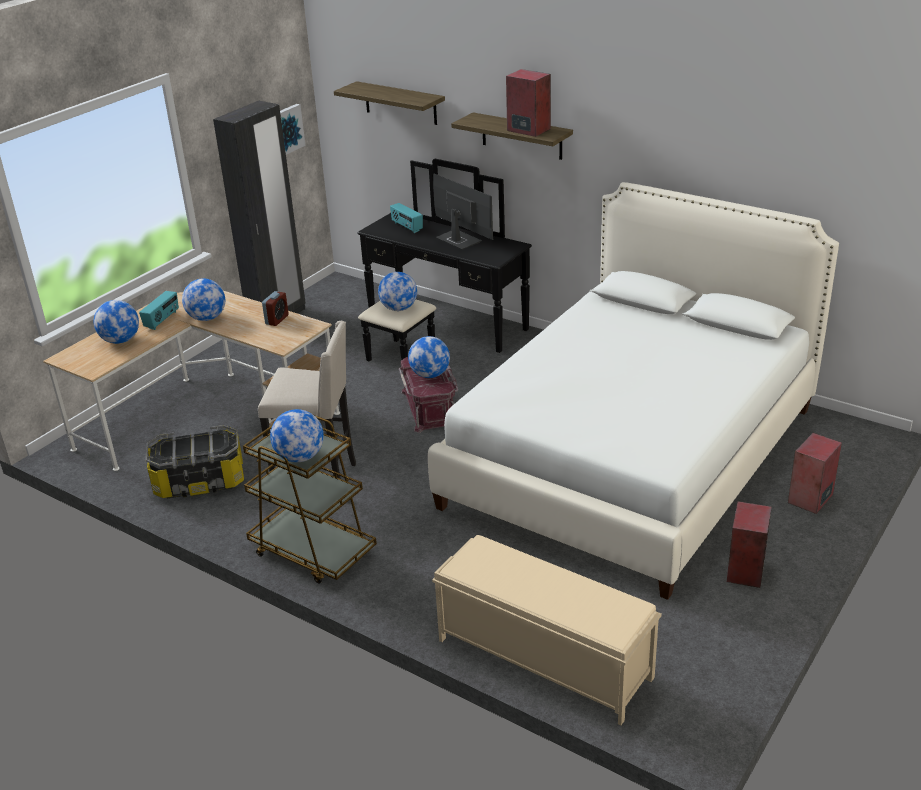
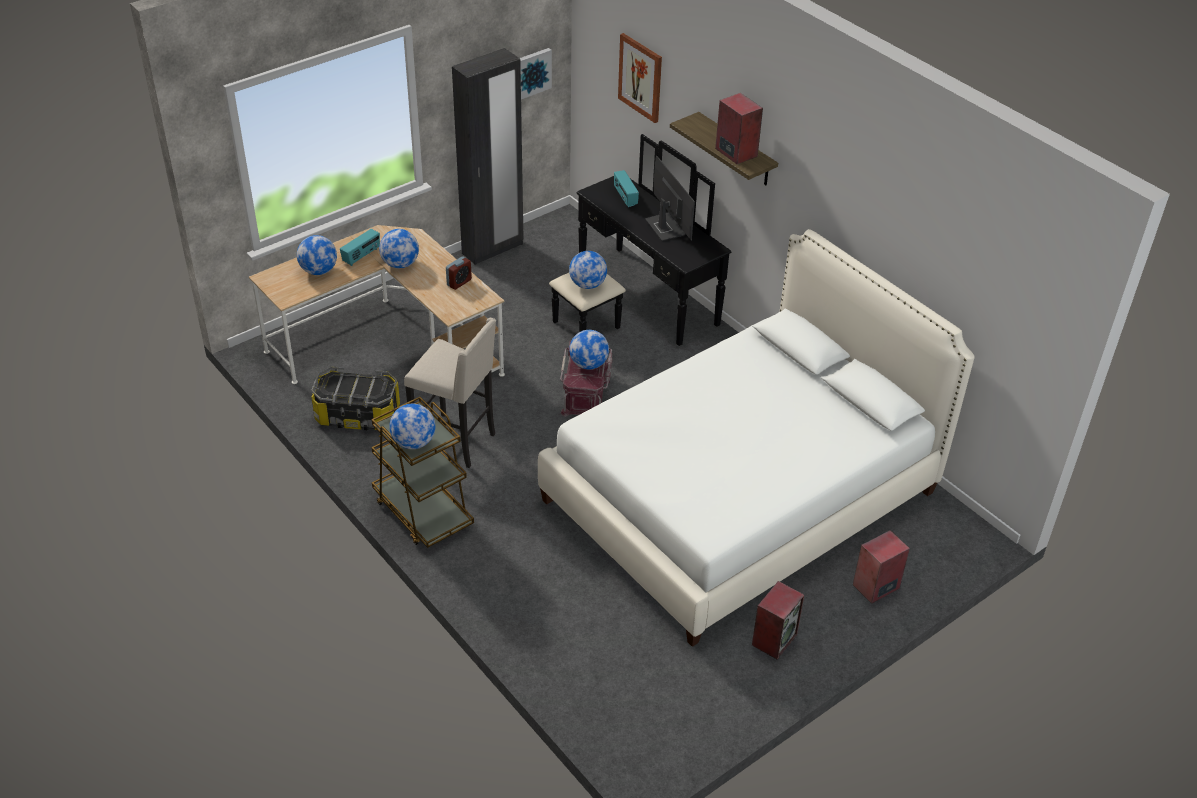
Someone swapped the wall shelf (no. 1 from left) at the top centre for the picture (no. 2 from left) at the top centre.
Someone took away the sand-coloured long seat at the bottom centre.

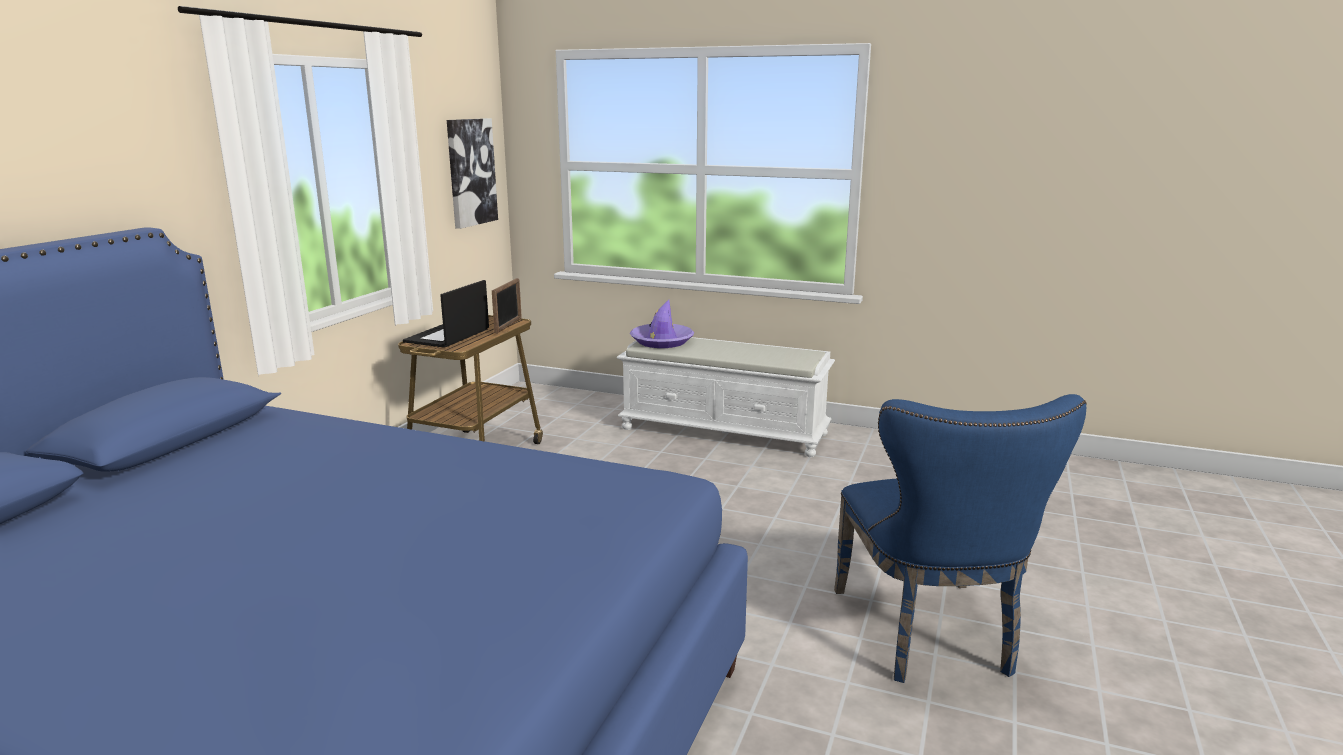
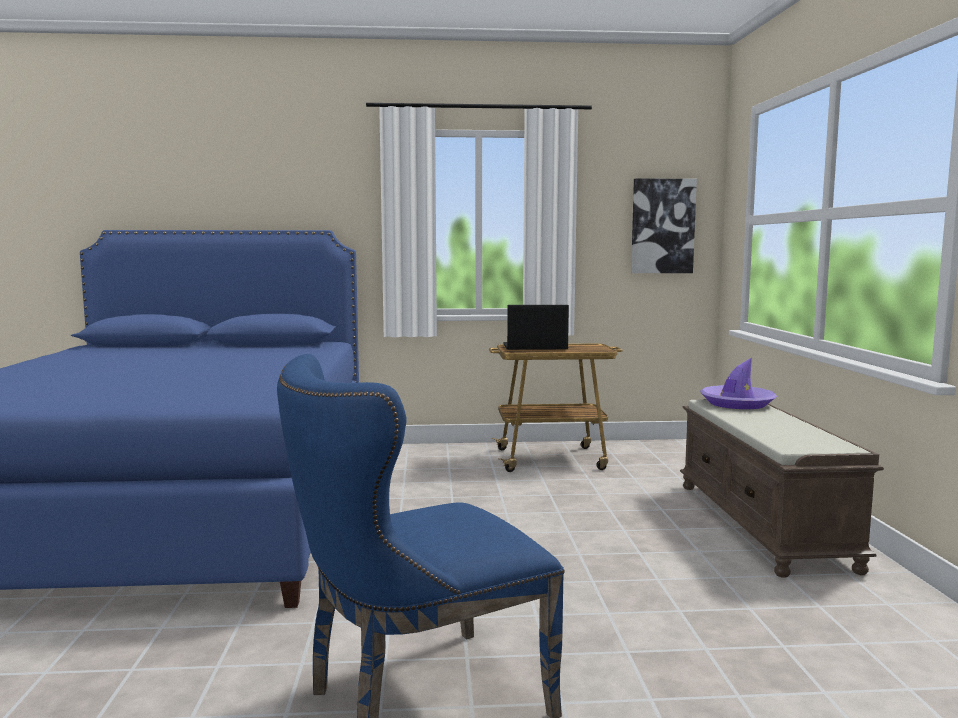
Someone repainted the whitish long seat at the centre, which became the brown-coloured long seat at the bottom right.
Someone took away the standing frame at the centre.

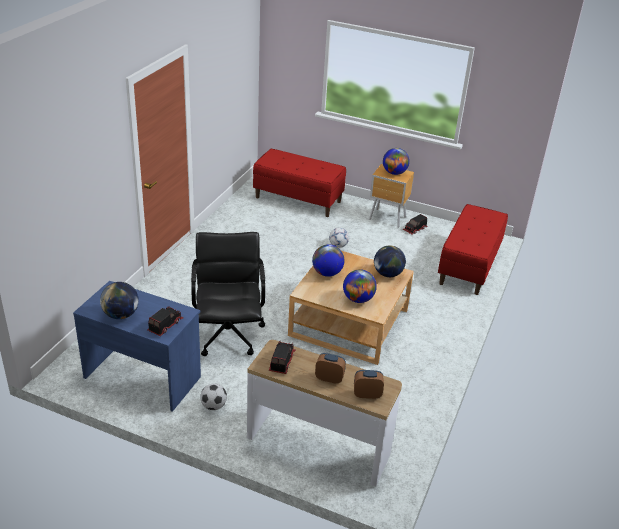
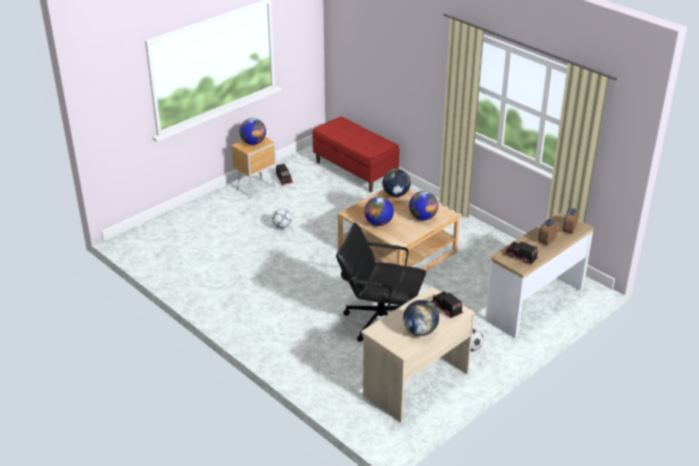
Someone repainted the blue-coloured desk unit at the middle left, which became the sand-coloured desk unit at the bottom centre.
Someone took away the reddish long seat (no. 1 from left) at the centre.

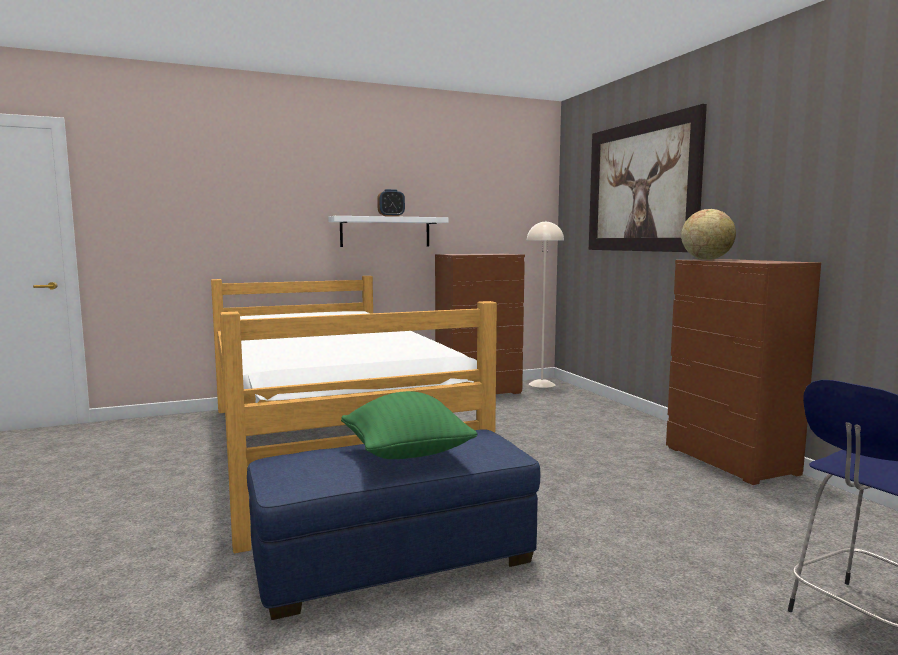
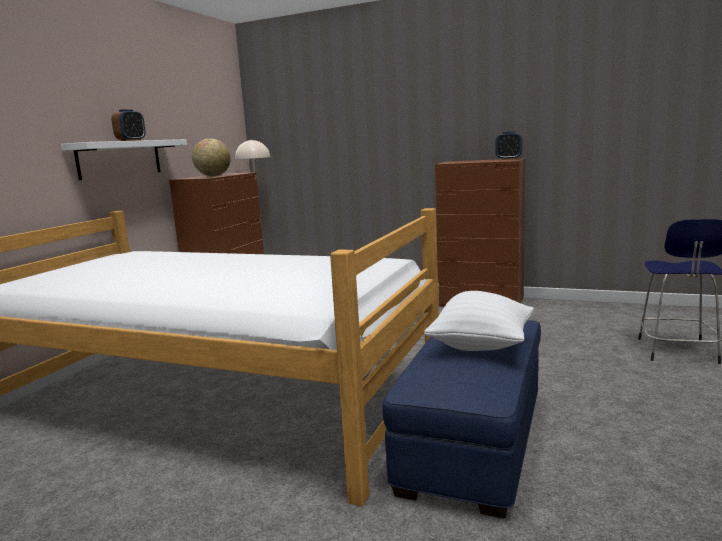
Someone carried the world globe from the middle right to the top left.
Someone repainted the green-coloured cushion at the centre, which became the whitish cushion at the centre.
Someone put down the table clock (no. 2 from left) at the top right.
Someone took away the picture at the top right.

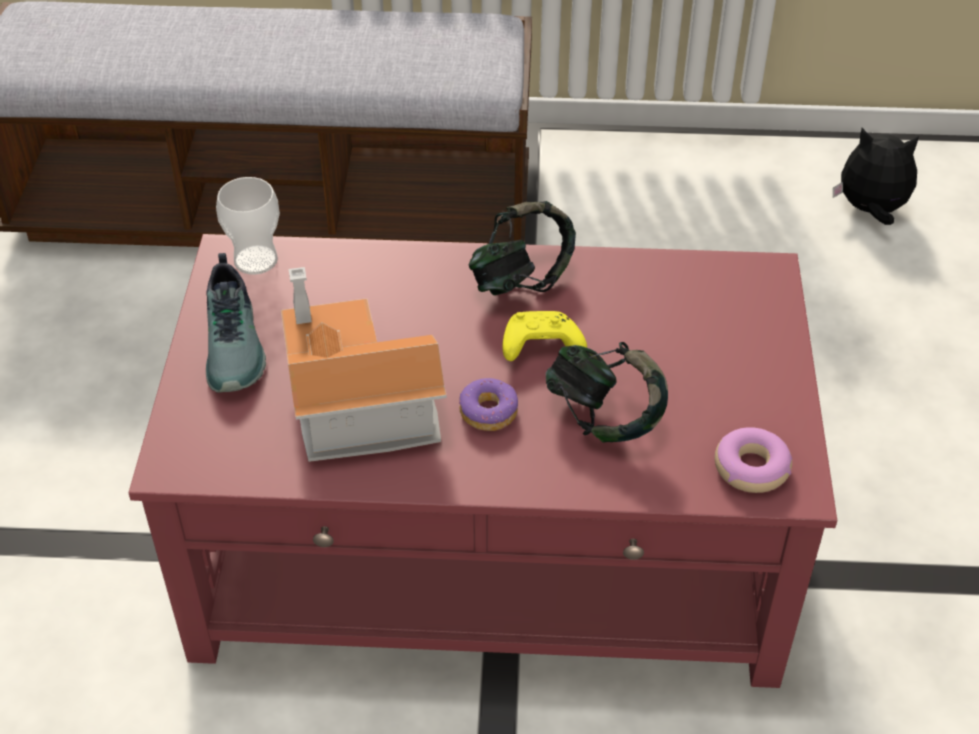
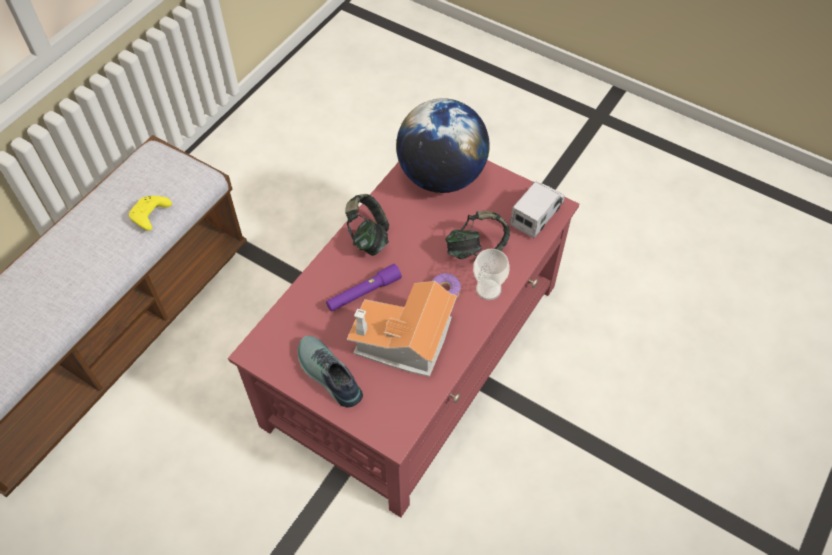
Someone carried the yellowish joypad from the centre to the middle left.
Someone rotated the item of footwear at the middle left by 150 degrees counterclockwise.
Someone put down the purplish hand torch at the centre.
Someone put down the world globe at the top centre.
Someone carried the drinking cup from the top left to the centre.
Someone swapped the donut (no. 2 from left) at the middle right for the toy lorry at the centre.
Someone took away the plush toy at the top right.

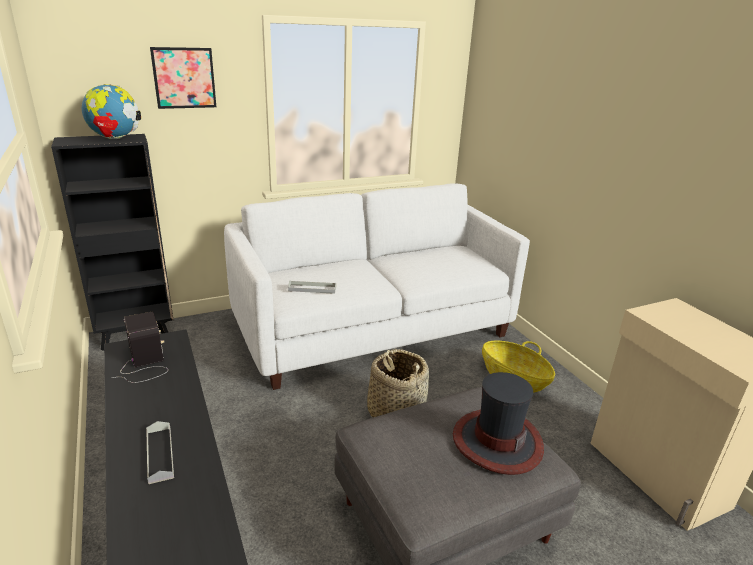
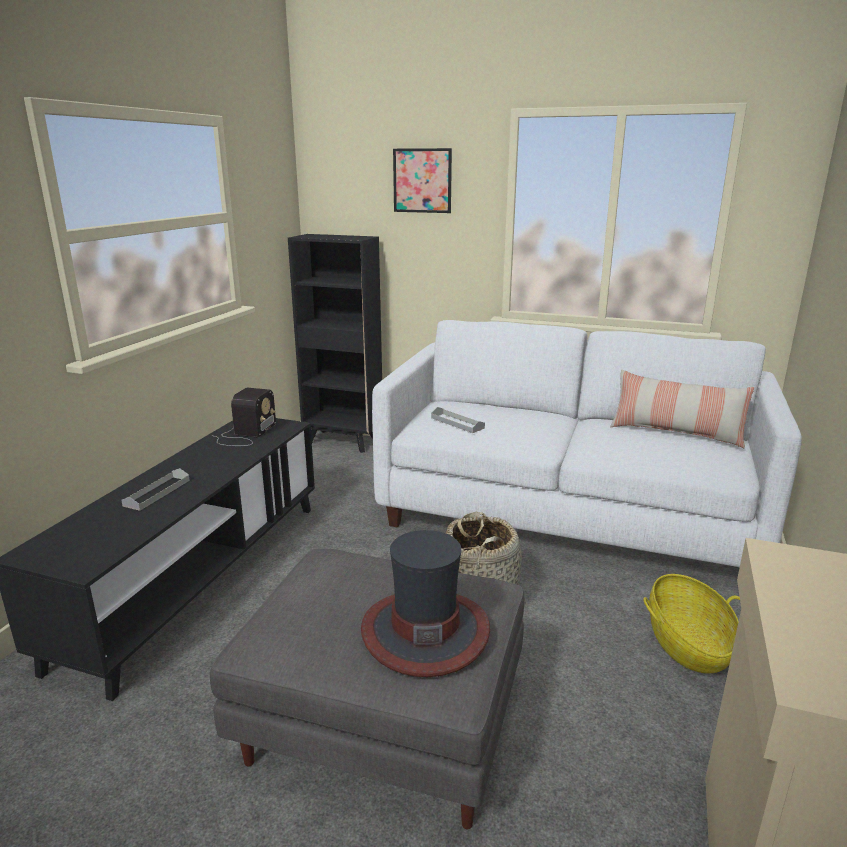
Someone put down the cushion at the middle right.
Someone took away the world globe at the top left.

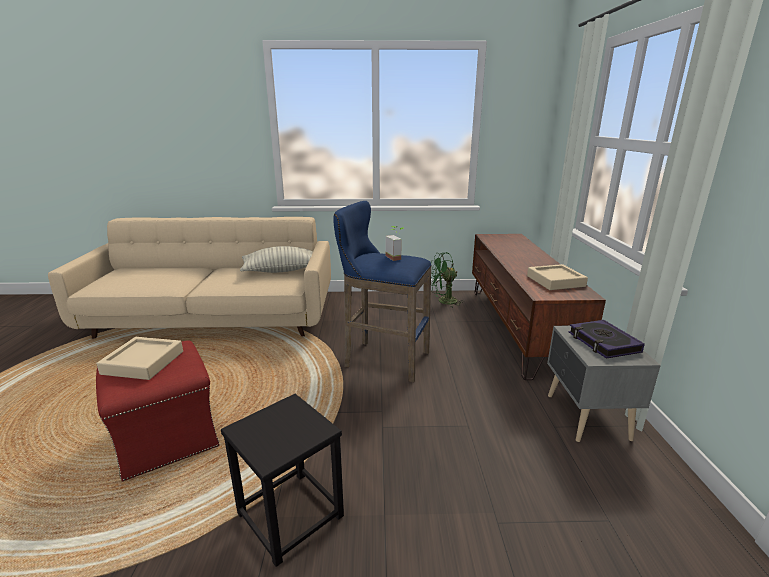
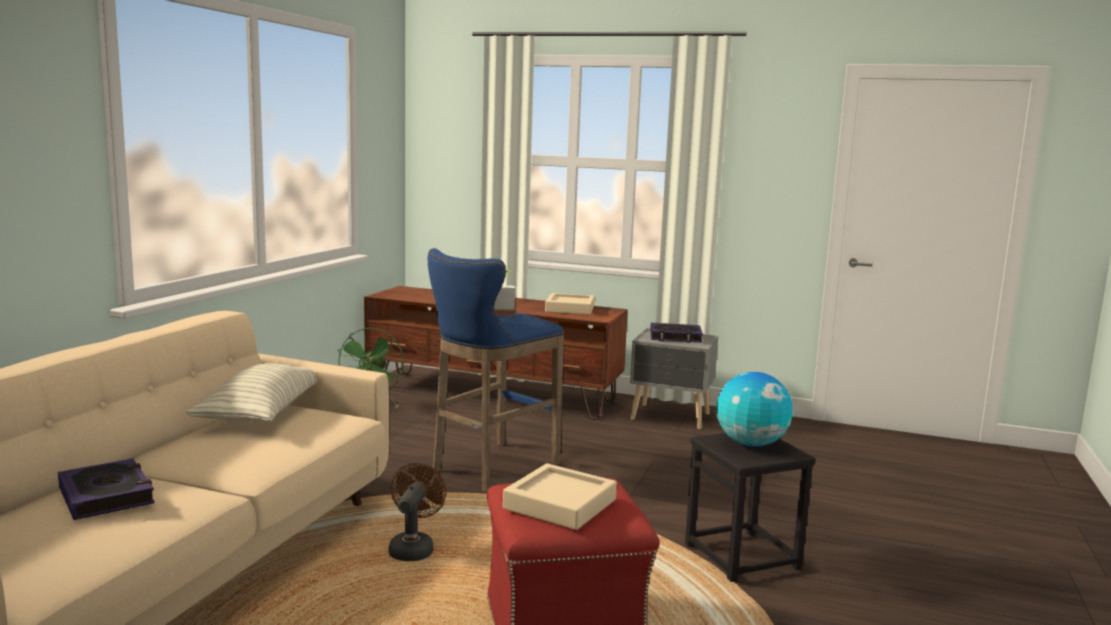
Someone put down the volume (no. 1 from left) at the bottom left.
Someone put down the brown-coloured fan at the bottom centre.
Someone put down the world globe at the middle right.

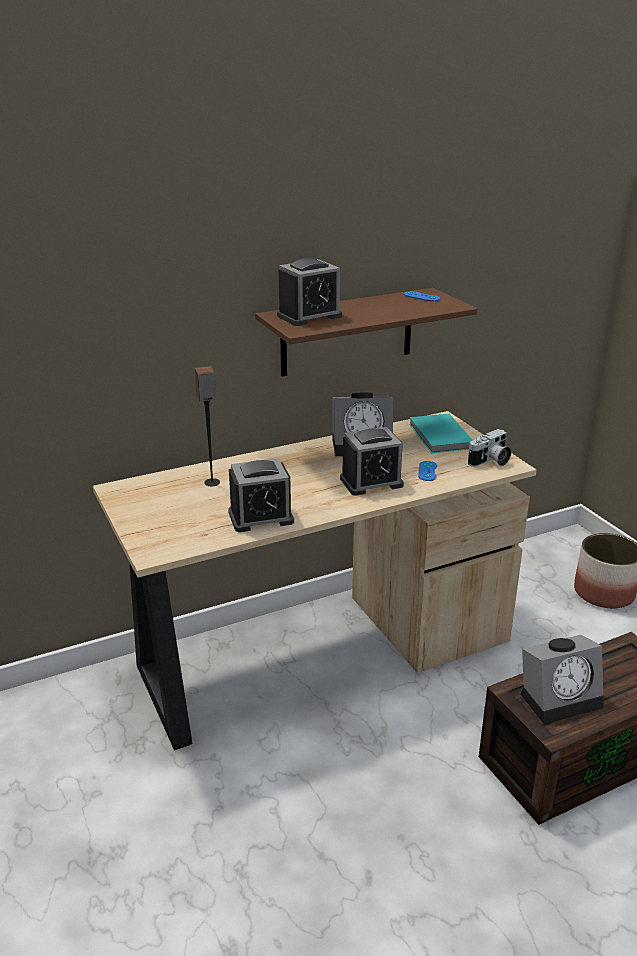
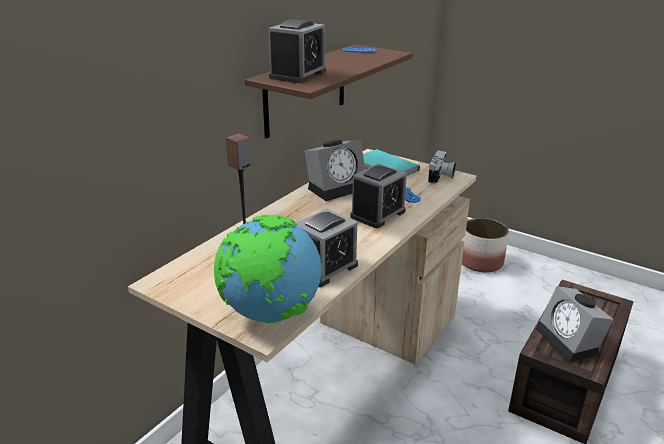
Someone put down the world globe at the centre.
Someone rotated the table clock (no. 5 from left) at the bottom right by 120 degrees clockwise.

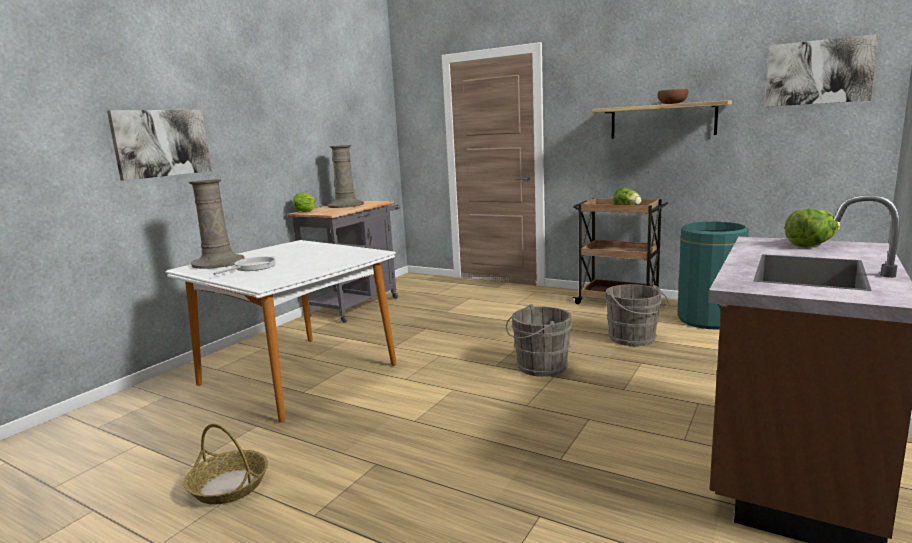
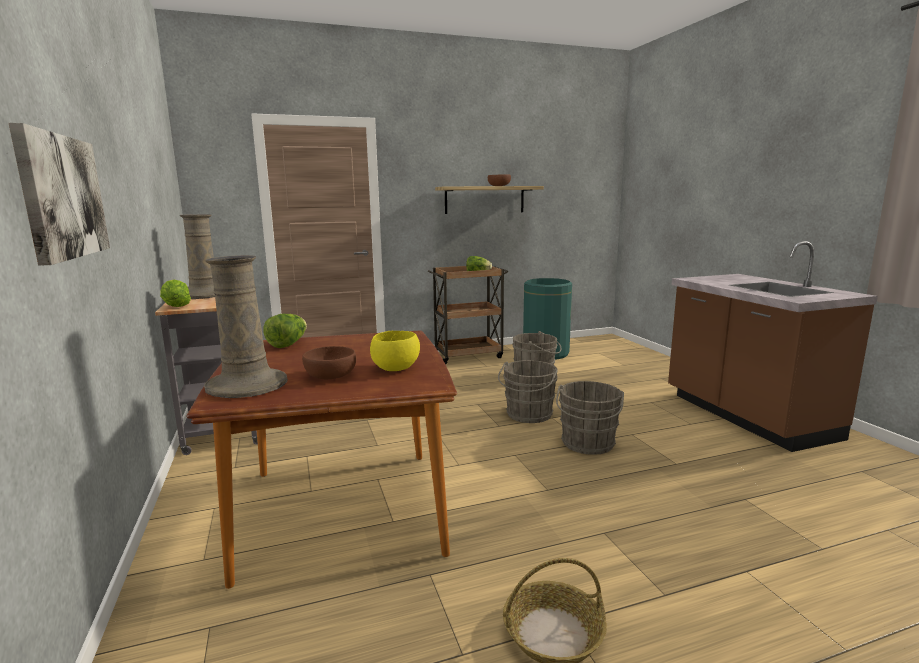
Someone repainted the whitish dining table at the middle left, which became the brown-coloured dining table at the bottom centre.
Someone carried the lettuce head (no. 3 from left in the first image) from the middle right to the middle left.
Someone swapped the skillet at the middle left for the brown-coloured bowl (no. 1 from left) at the centre.
Someone put down the yellowish bowl at the centre.
Someone put down the greyish pail (no. 3 from left) at the centre.
Someone took away the picture (no. 2 from left) at the top right.

